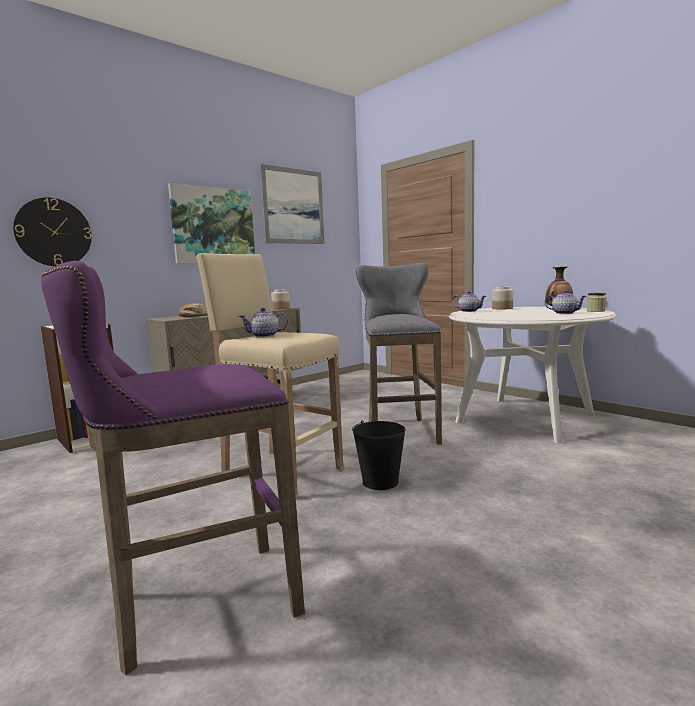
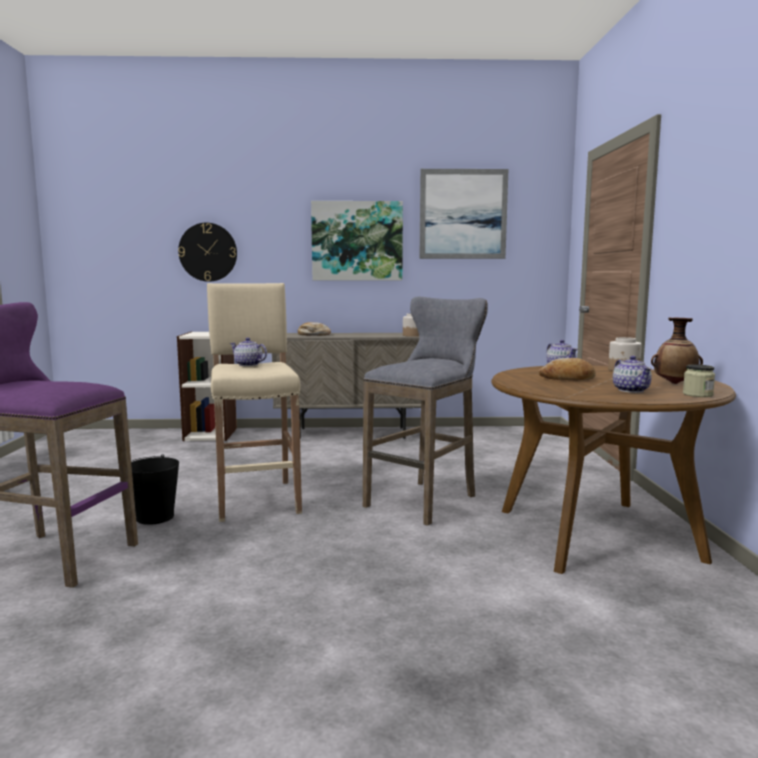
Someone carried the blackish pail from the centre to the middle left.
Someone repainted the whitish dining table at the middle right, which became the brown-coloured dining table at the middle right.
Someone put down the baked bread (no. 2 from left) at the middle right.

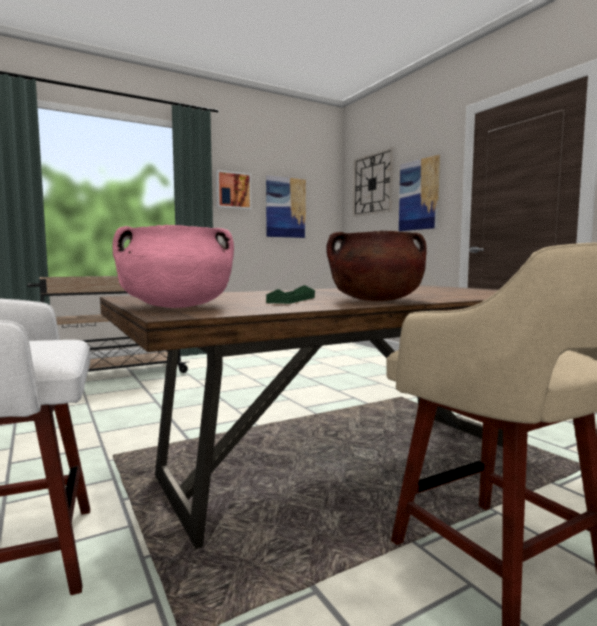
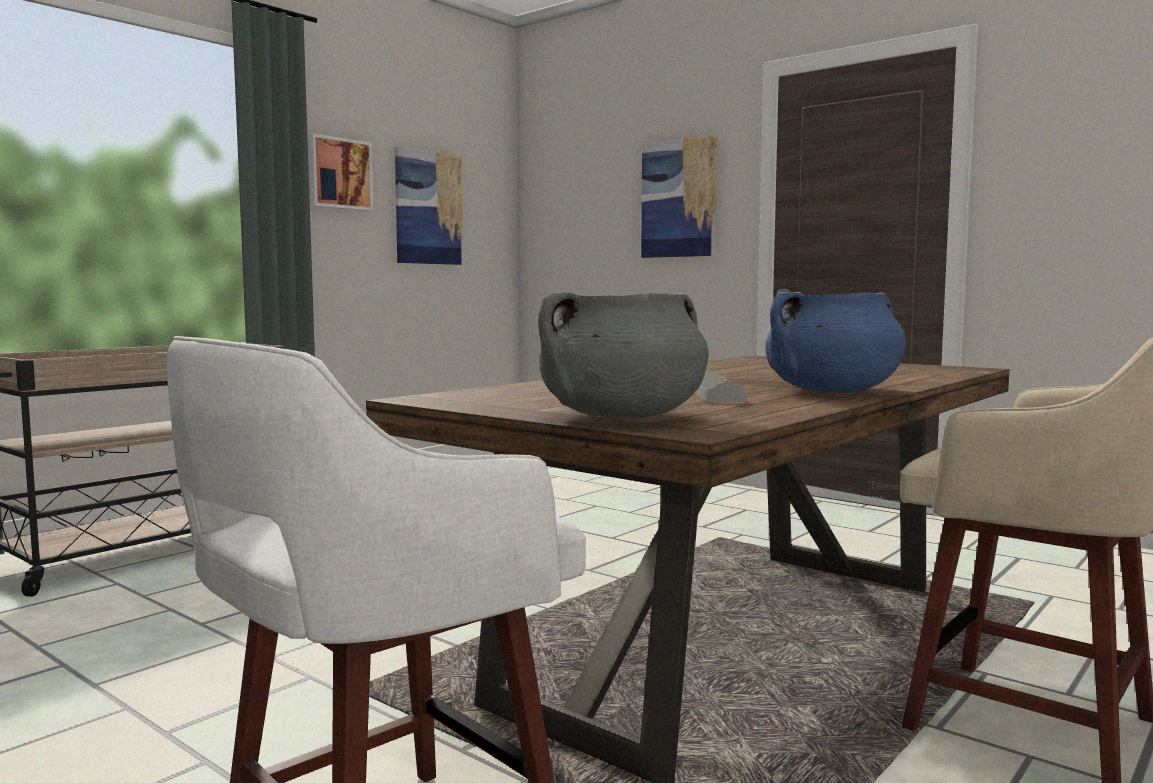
Someone repainted the pinkish cooking pot at the middle left, which became the greyish cooking pot at the centre.
Someone repainted the green-coloured tray at the centre, which became the greyish tray at the centre.
Someone repainted the brown-coloured cooking pot at the centre, which became the blue-coloured cooking pot at the middle right.
Someone took away the hanging clock at the top centre.

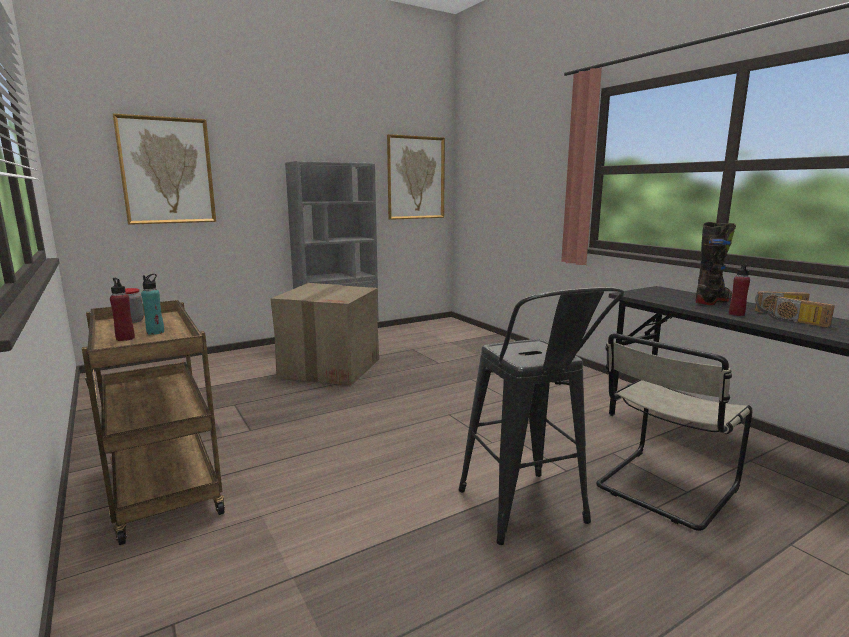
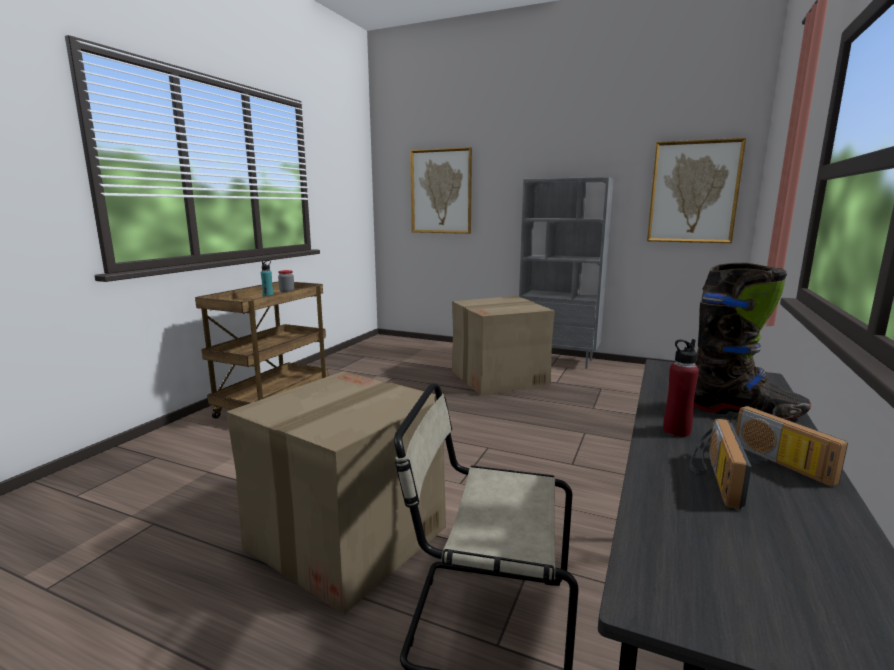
Someone swapped the blackish stool at the centre for the cardboard box (no. 1 from left) at the bottom centre.
Someone took away the reddish beverage bottle (no. 1 from left) at the middle left.

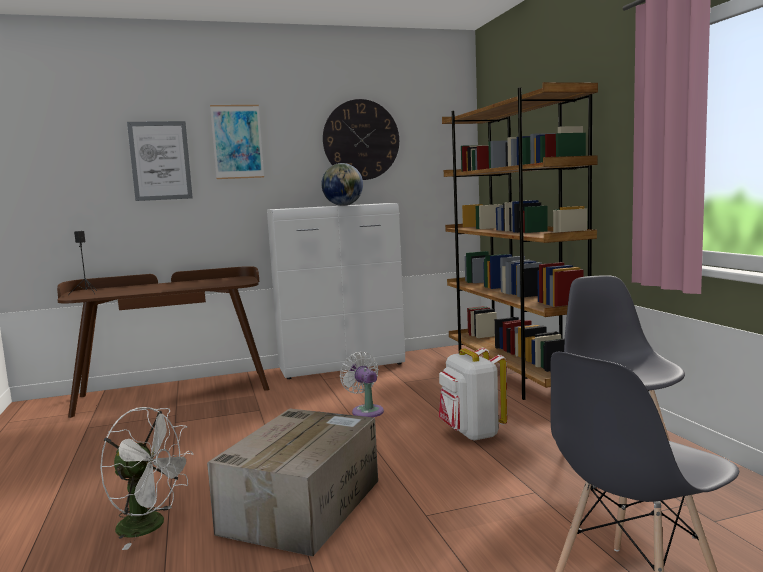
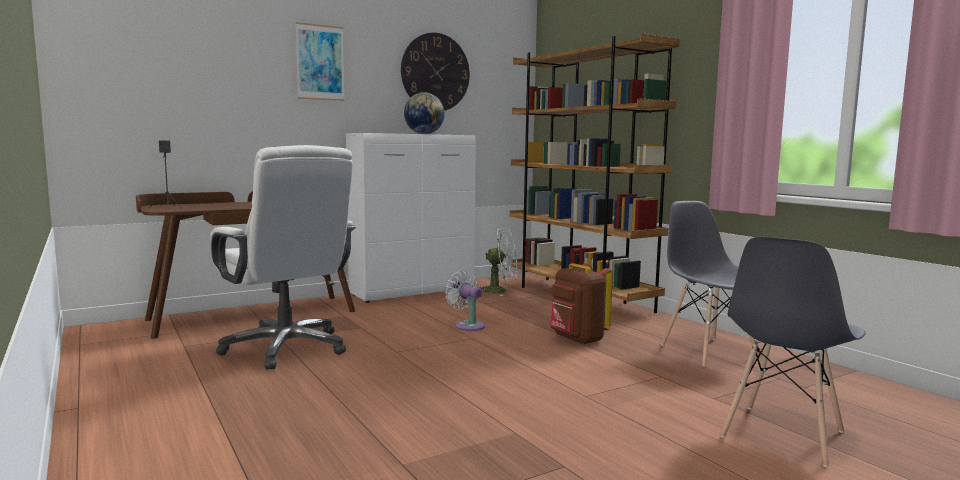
Someone put down the whitish computer chair at the middle left.
Someone carried the whitish fan (no. 1 from left in the first image) from the bottom left to the centre.
Someone repainted the whitish backpack at the bottom centre, which became the brown-coloured backpack at the centre.
Someone took away the picture (no. 1 from left) at the top left.
Someone took away the cardboard box at the bottom centre.

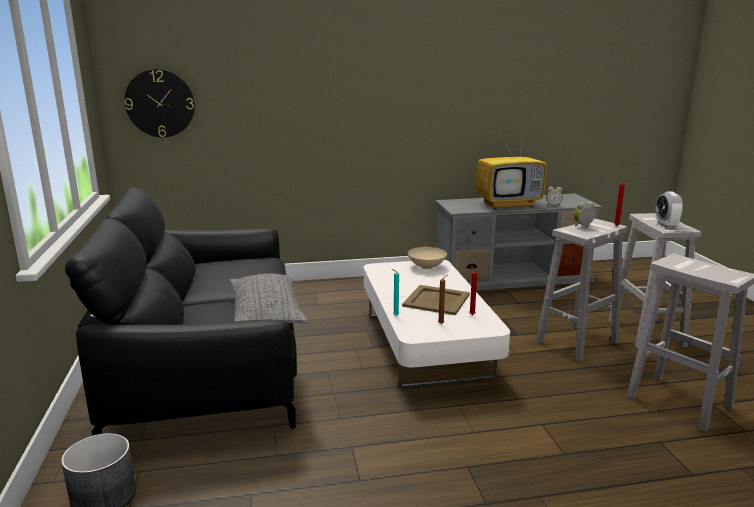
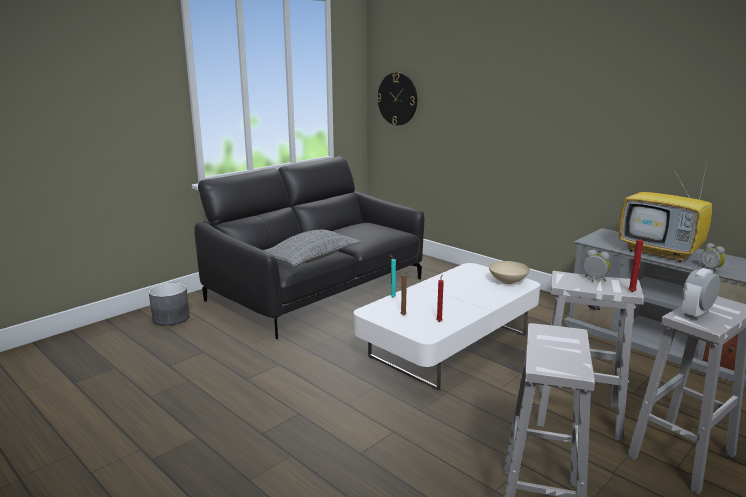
Someone took away the sand-coloured tray at the centre.

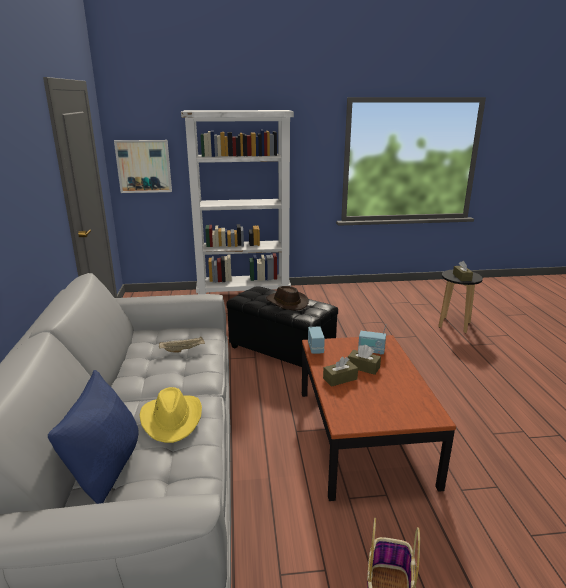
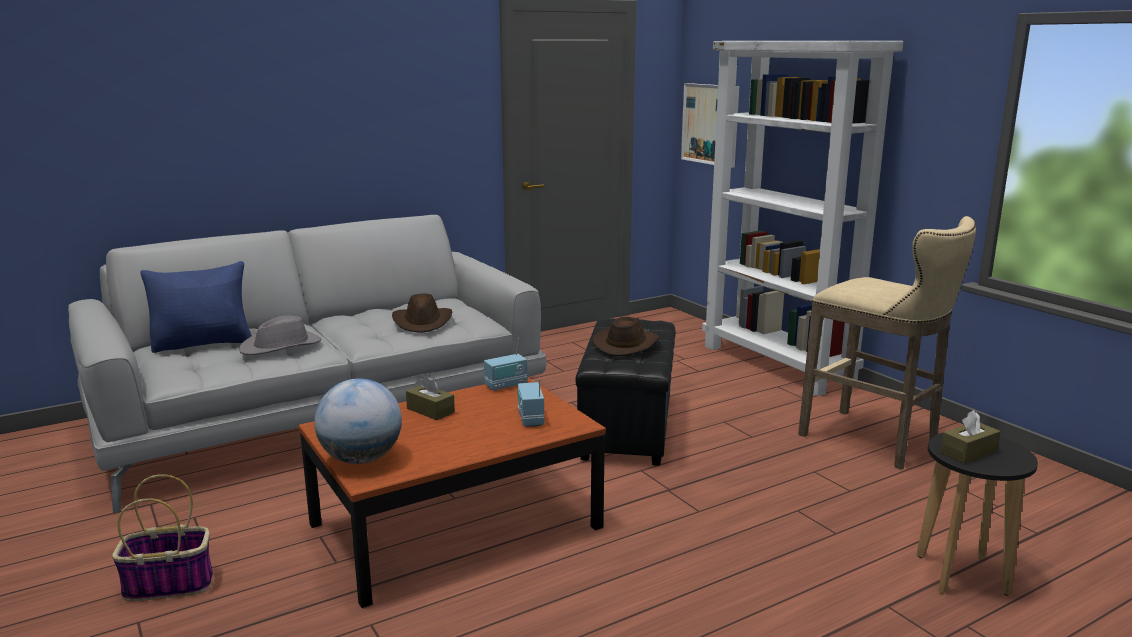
Someone repainted the yellowish wearable hat at the bottom left, which became the greyish wearable hat at the middle left.
Someone put down the world globe at the middle left.
Someone swapped the sand-coloured tray at the middle left for the brown-coloured wearable hat (no. 1 from left) at the centre.
Someone put down the sand-coloured stool at the middle right.
Someone took away the brown-coloured tissue box (no. 2 from left) at the centre.

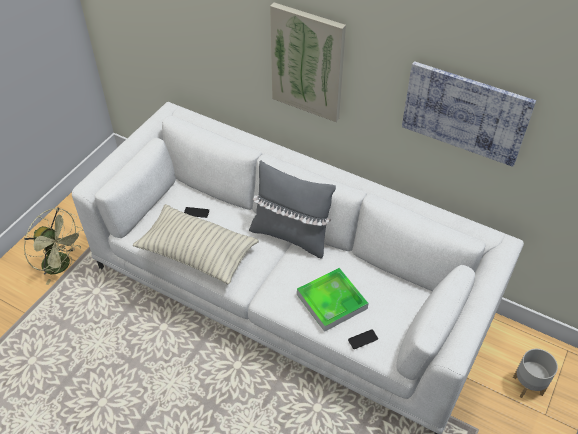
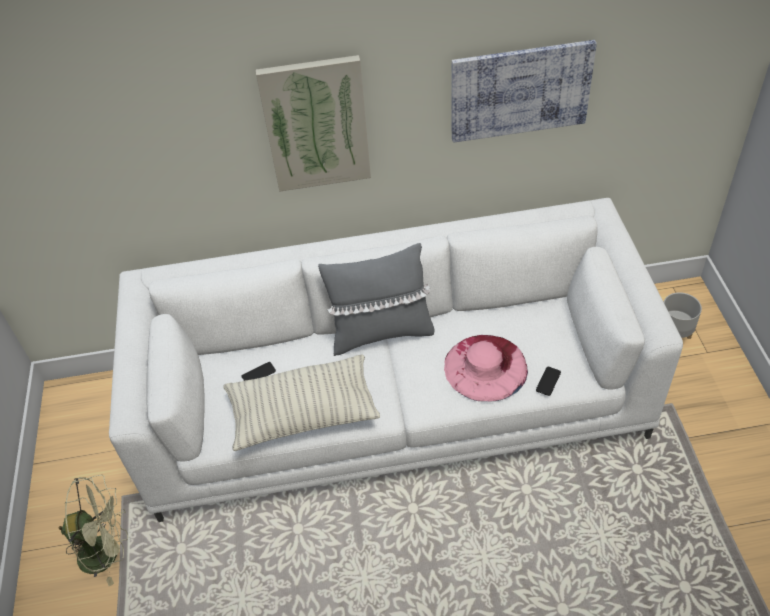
Someone swapped the tray at the bottom centre for the pinkish wearable hat at the centre.

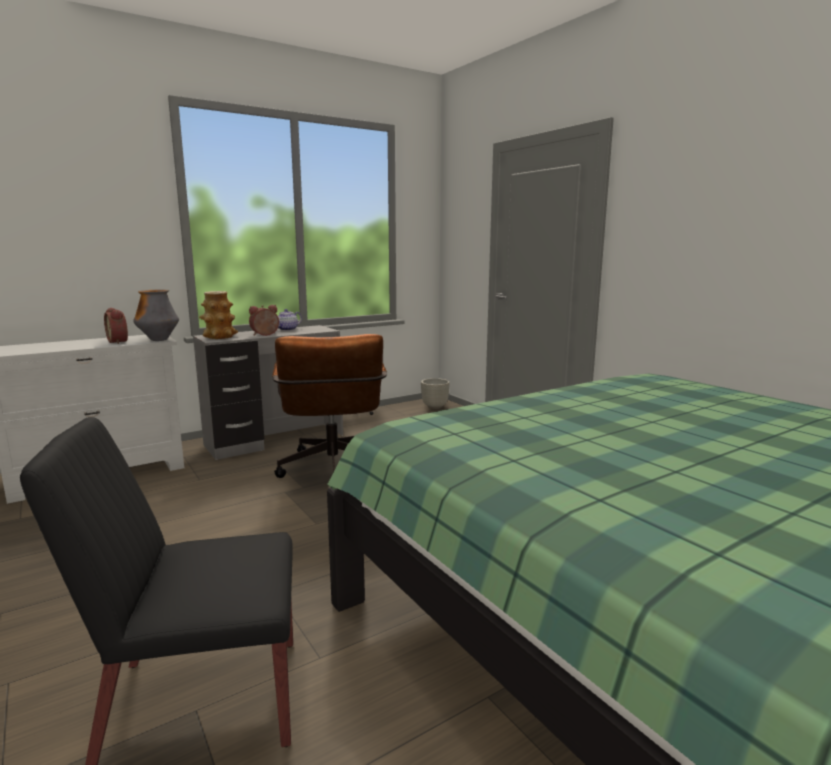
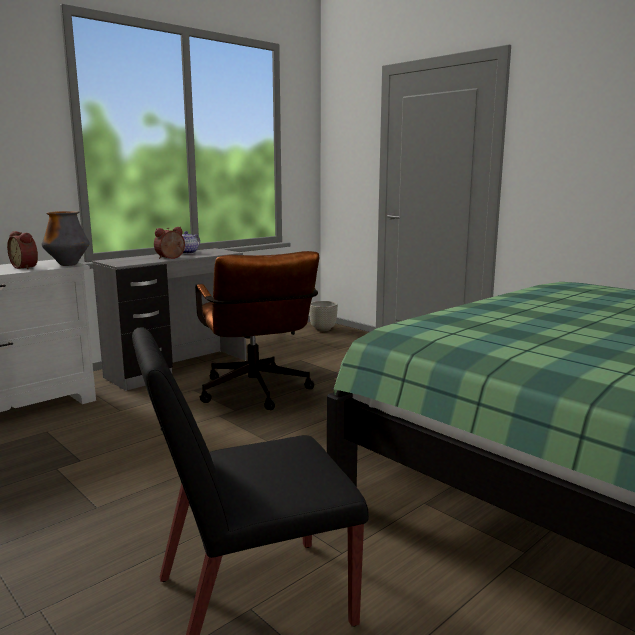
Someone took away the vase (no. 2 from left) at the middle left.

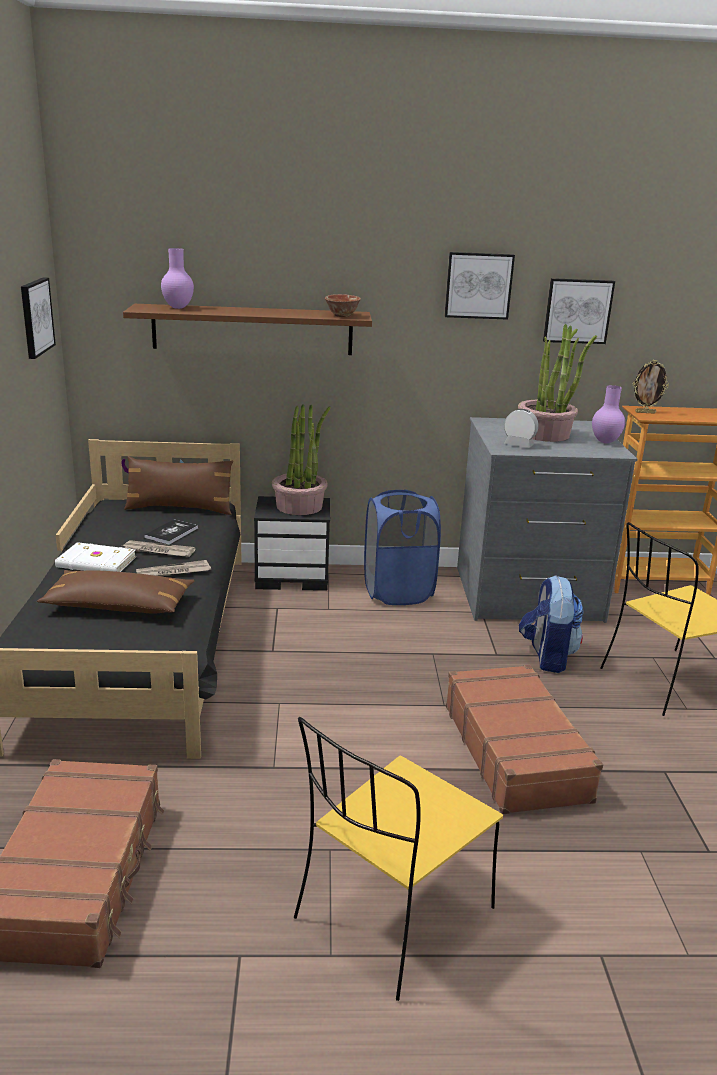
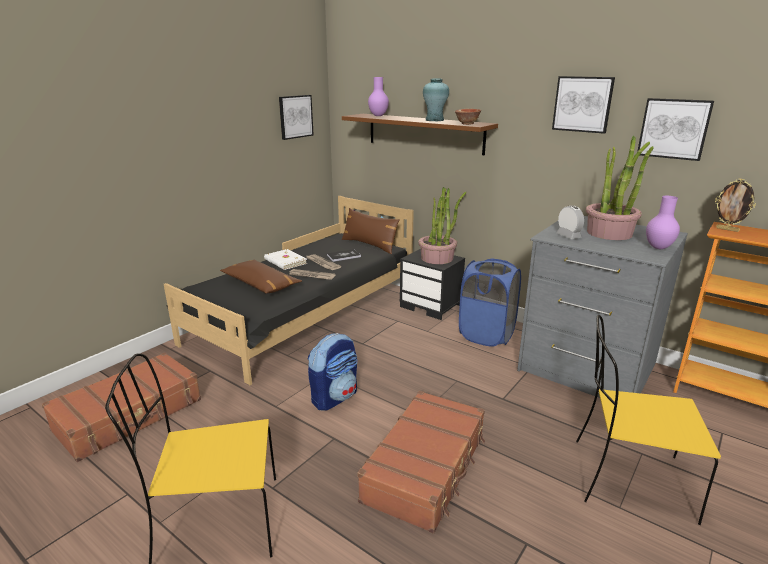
Someone carried the backpack from the middle right to the centre.
Someone put down the turquoise vase at the top centre.

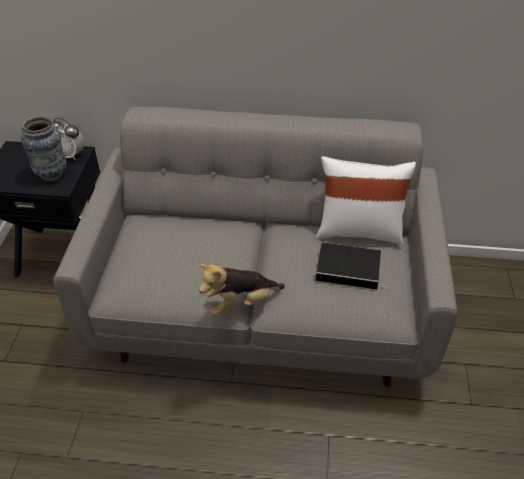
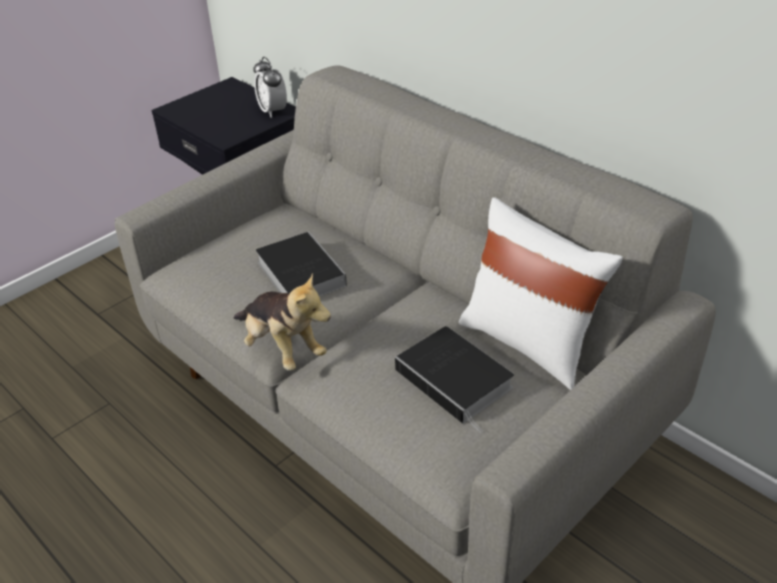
Someone rotated the plush toy at the centre by 150 degrees counterclockwise.
Someone put down the volume (no. 1 from left) at the centre.
Someone took away the vase at the top left.

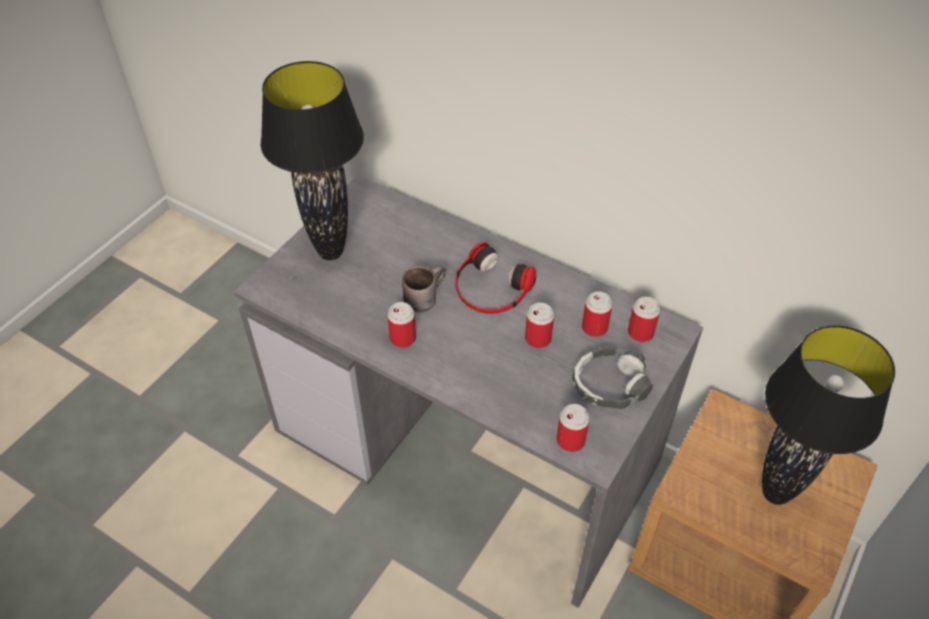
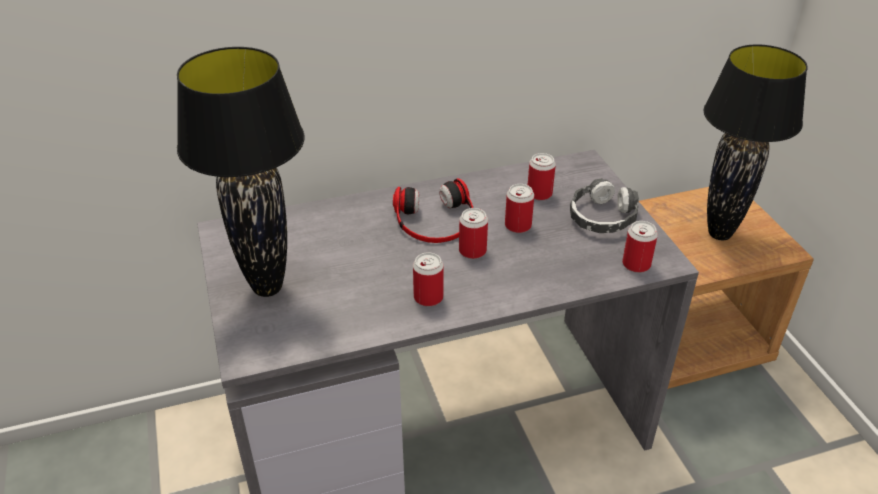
Someone carried the sealed can (no. 5 from left in the first image) from the middle right to the centre.
Someone took away the brown-coloured coffee mug at the centre.

